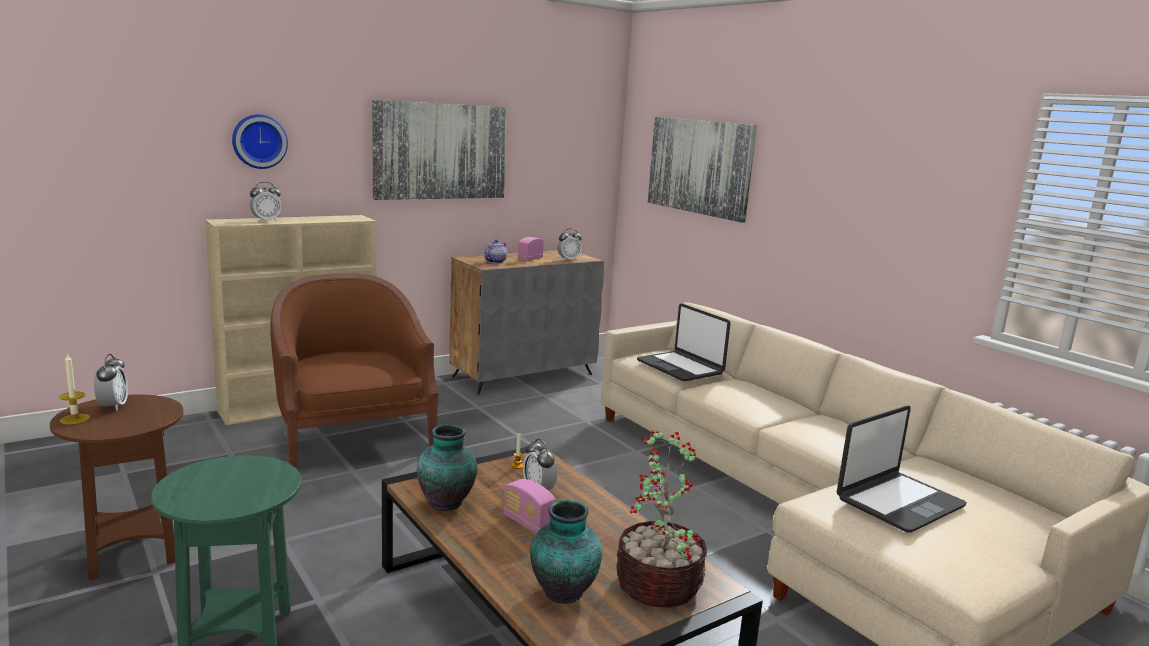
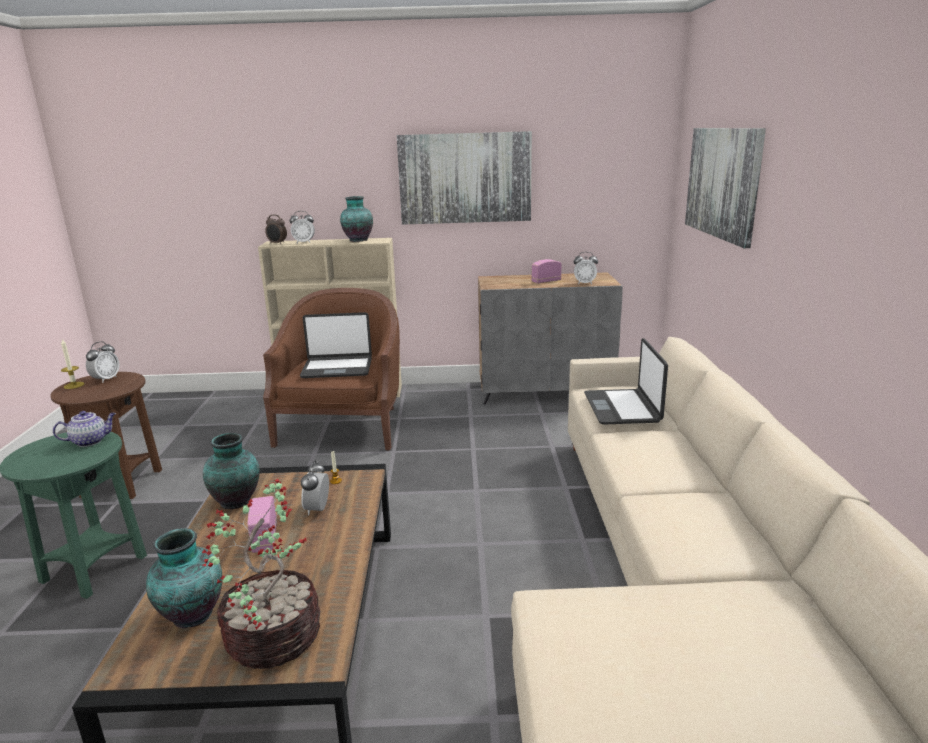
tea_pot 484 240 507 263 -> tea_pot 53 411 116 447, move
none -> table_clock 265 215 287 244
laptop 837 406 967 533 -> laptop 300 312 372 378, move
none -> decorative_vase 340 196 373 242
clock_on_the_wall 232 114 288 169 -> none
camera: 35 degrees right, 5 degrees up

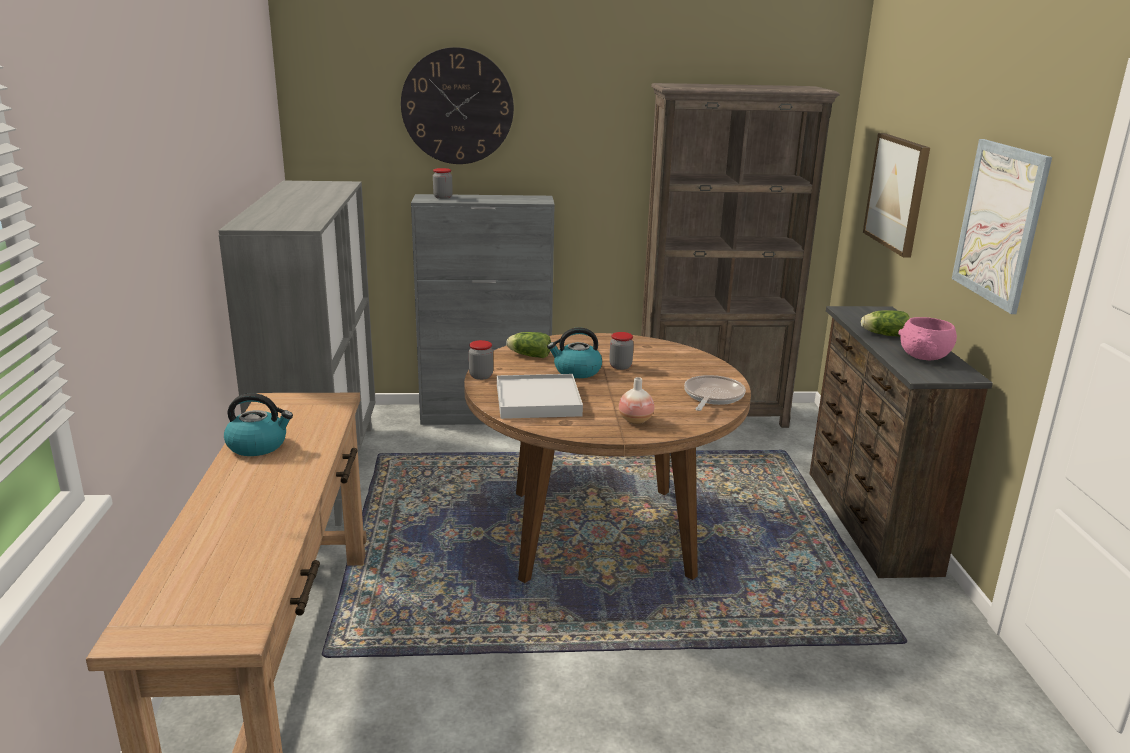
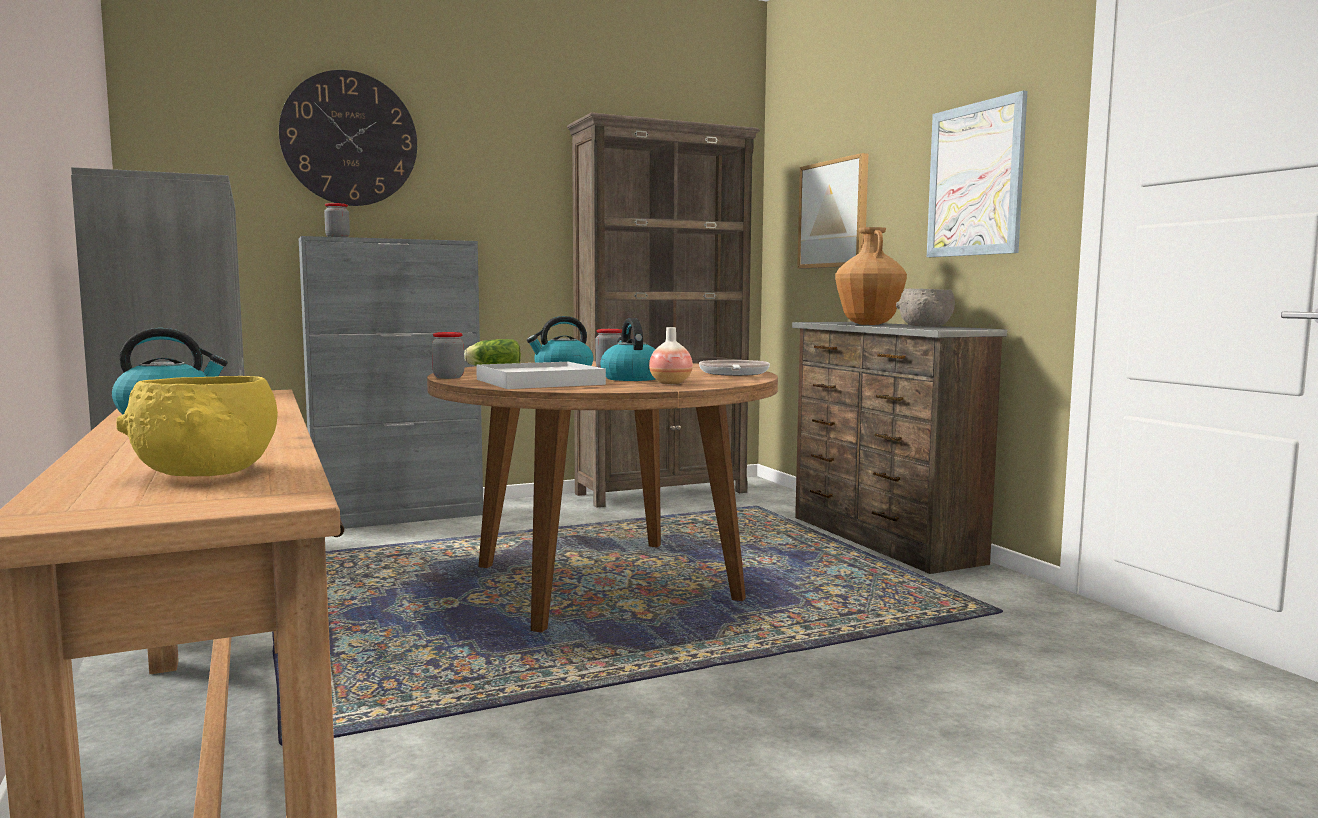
none -> yellow_deep_dish 116 376 278 476
none -> tea_kettle 600 318 655 381
lettuce_head 861 311 910 337 -> brownish_decorative_vase 835 227 907 325
pink-coloured_deep_dish 898 317 957 360 -> greyish_deep_dish 896 289 955 327
camera: 20 degrees left, 15 degrees down

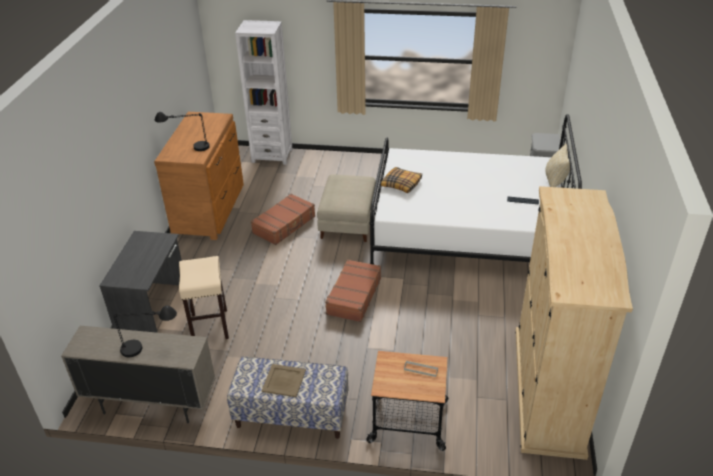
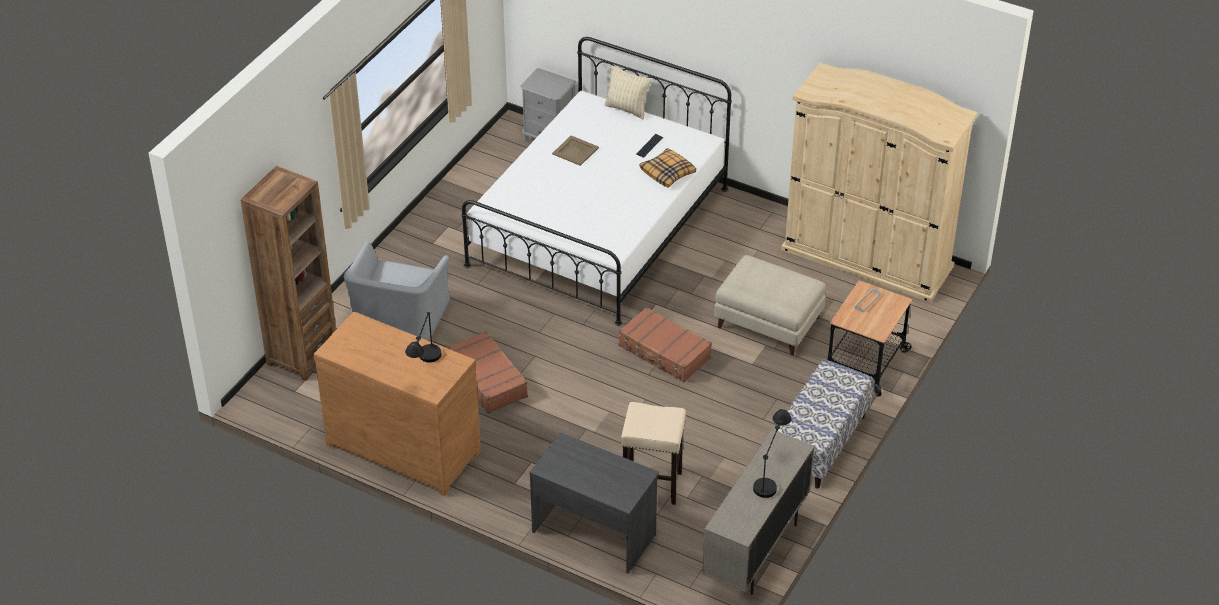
white_shelving_unit 235 20 292 165 -> brownish_shelving_unit 240 166 336 381
none -> greyish_easy_chair 344 241 450 341
beige_serving_tray 261 364 306 397 -> beige_serving_tray 552 136 599 166, move
pillow 381 167 422 193 -> pillow 640 148 696 188, move
beige_pouffe 317 175 376 242 -> beige_pouffe 714 255 826 356, move
camera: 70 degrees left, 5 degrees up

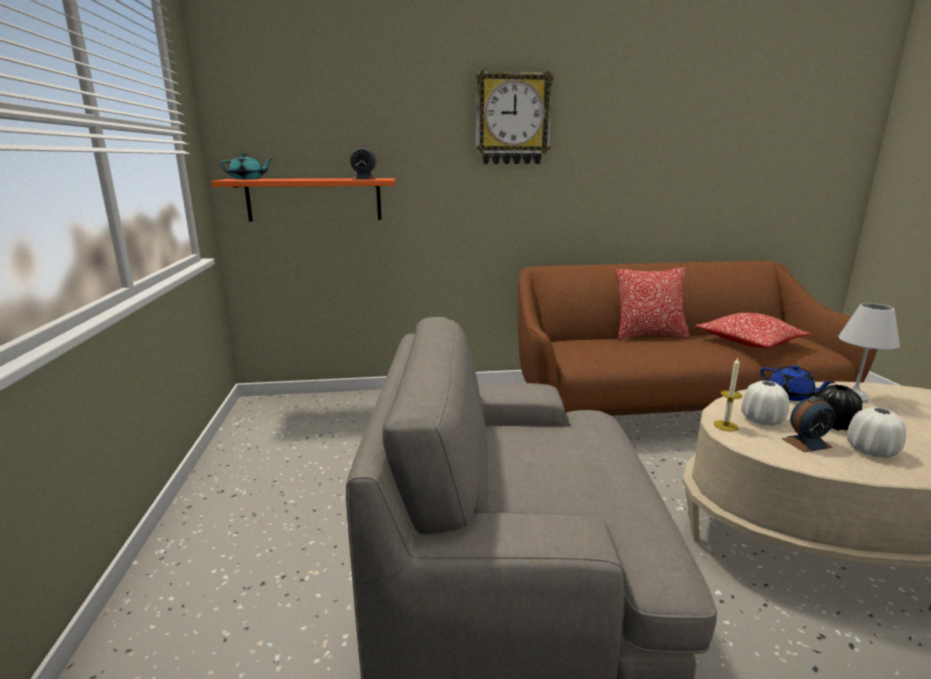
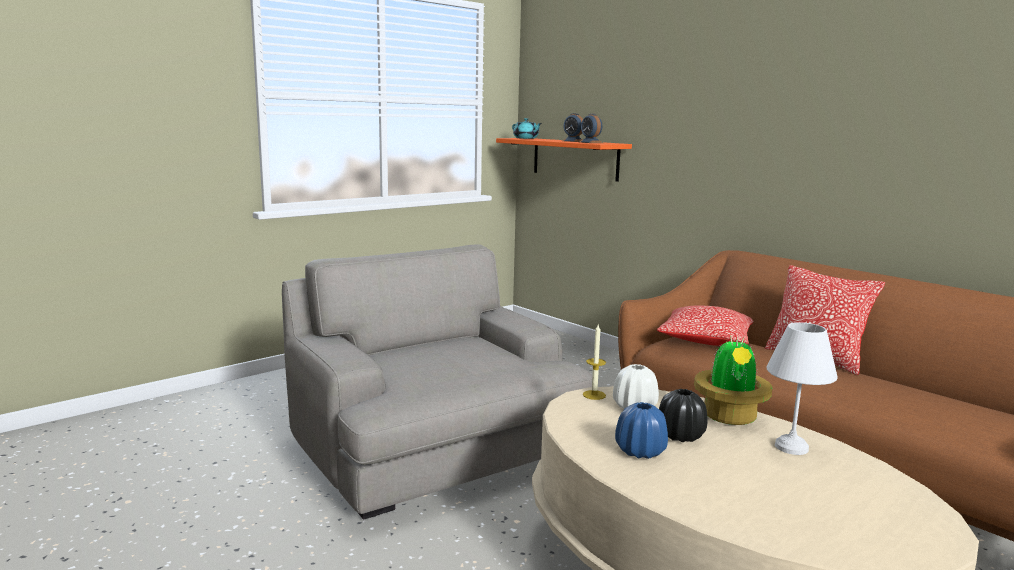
table_clock 782 397 836 452 -> table_clock 562 113 583 142, move
white_decorative_vase 847 407 906 458 -> bluish_decorative_vase 615 402 668 459
pillow 695 313 811 348 -> pillow 657 305 753 346, move
bluish_tea_pot 760 365 836 401 -> potted_plant 694 335 772 425
clock_on_the_wall 476 70 554 164 -> none
camera: 55 degrees right, 5 degrees down

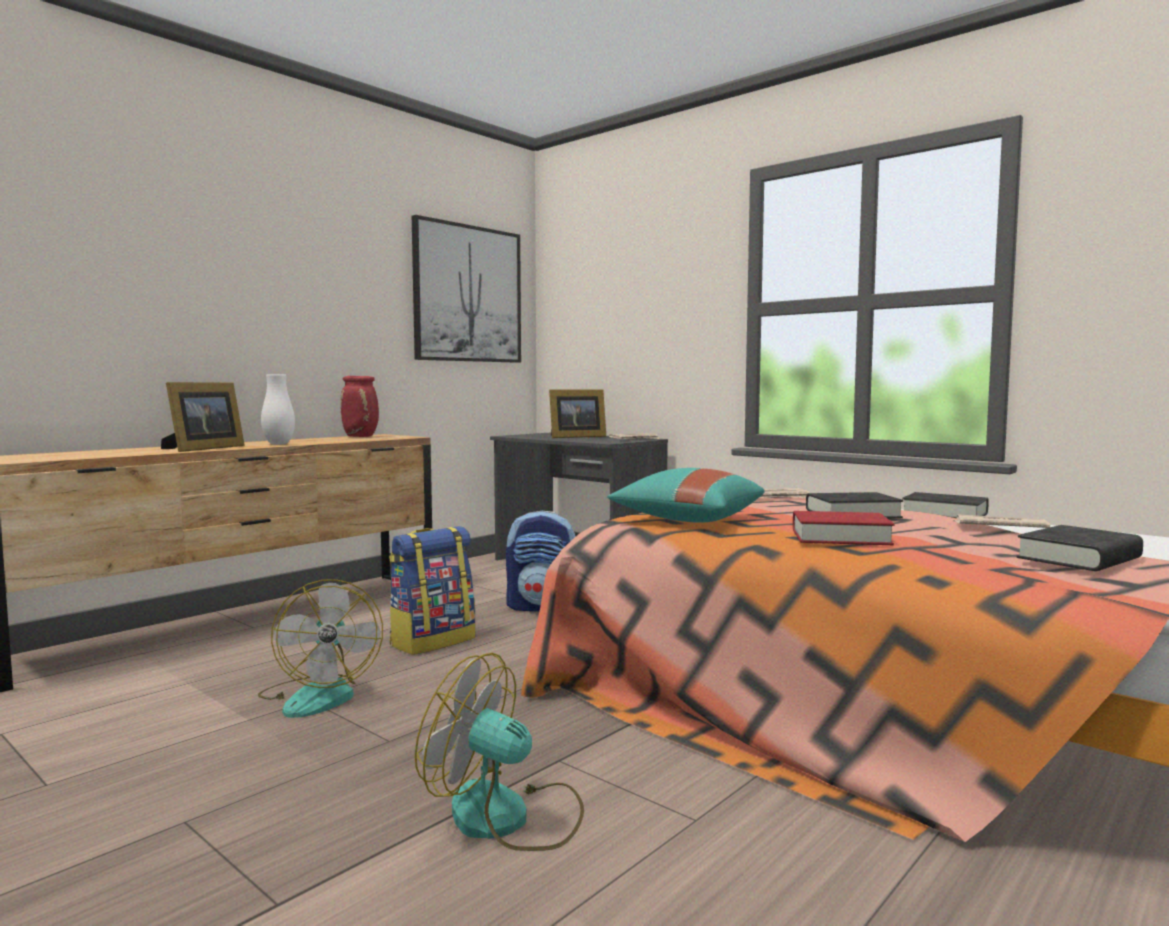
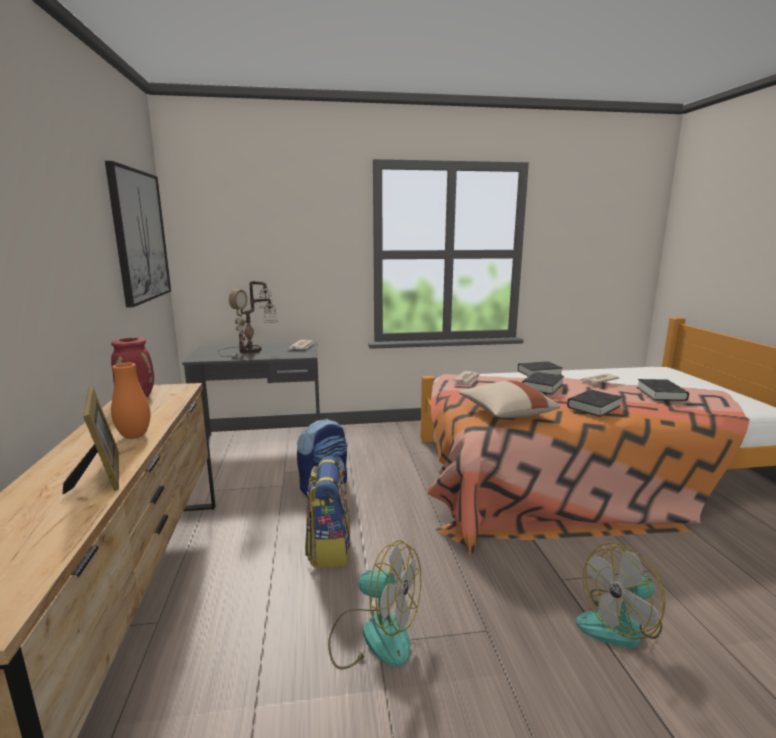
white_decorative_vase 261 374 295 445 -> orange-coloured_decorative_vase 111 363 151 439
picture_frame 549 389 606 438 -> table_lamp 218 281 278 358
blue-green_pillow 607 468 765 523 -> beige_pillow 459 381 560 418
red_book 793 511 895 545 -> blackish_book 567 389 622 417
camera: 50 degrees left, 10 degrees up

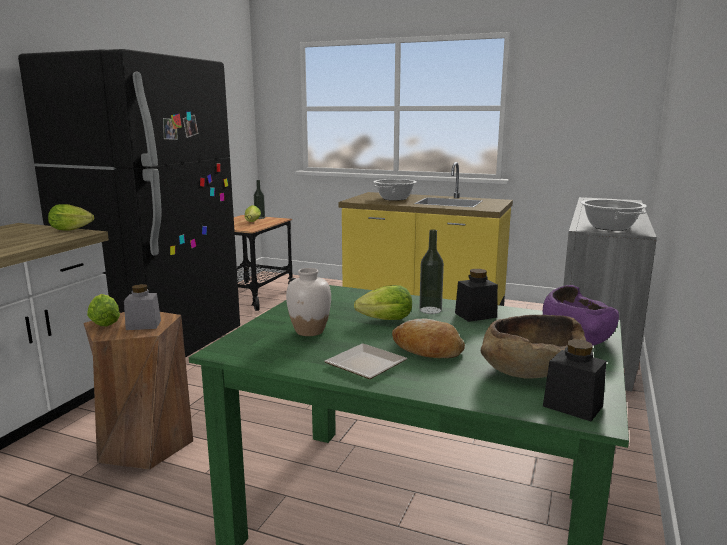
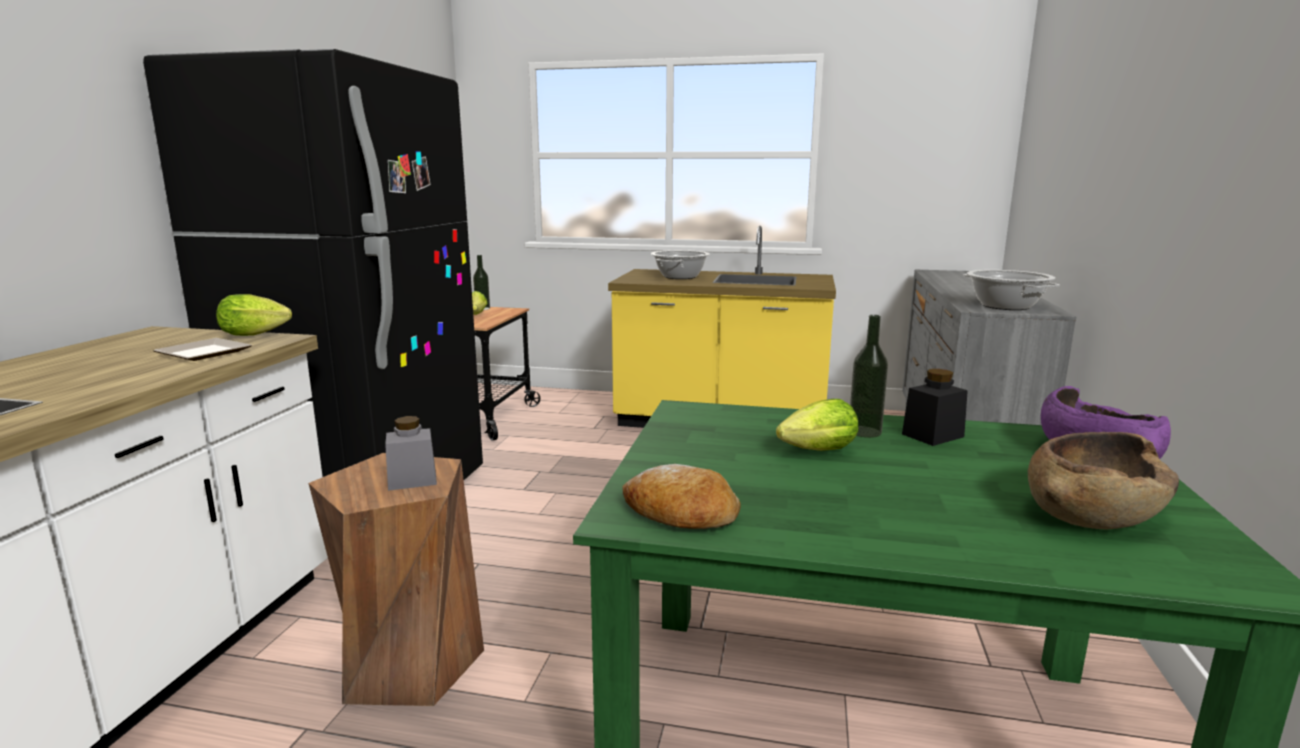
dinner_plate 324 343 407 379 -> dinner_plate 153 338 252 361, move
bread 392 318 465 358 -> bread 623 464 741 529, move
lettuce_head 87 294 120 326 -> none
white_decorative_vase 286 268 331 336 -> none
blackish_preserve_jar 543 339 606 421 -> none
camera: 10 degrees left, 0 degrees up

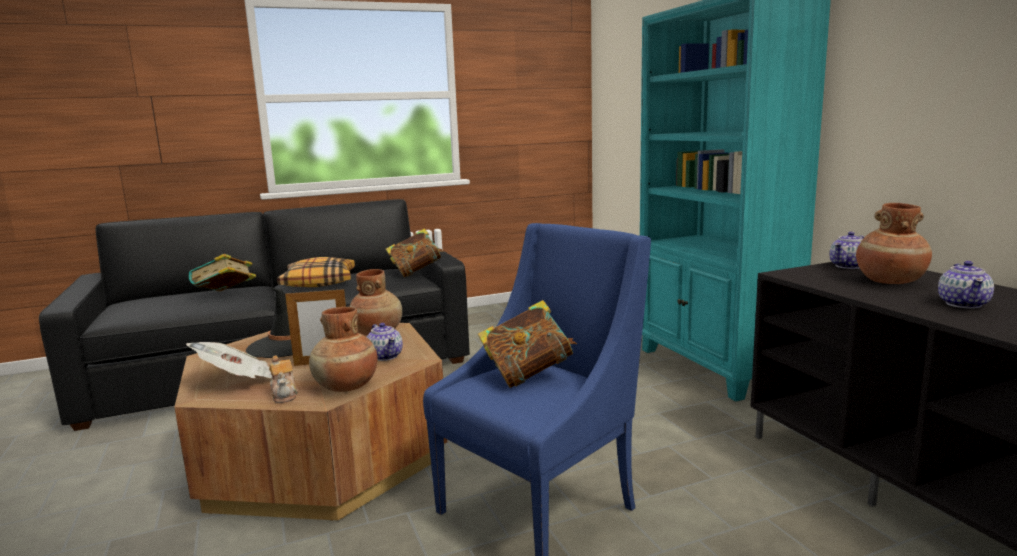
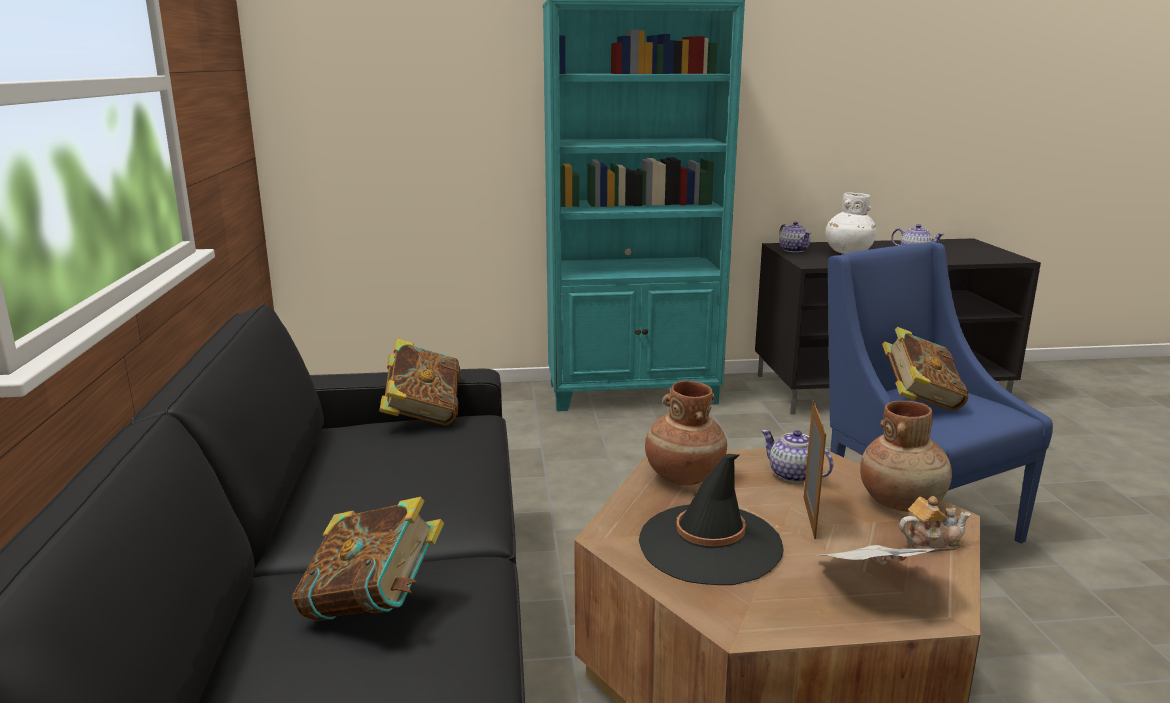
tea_pot 367 323 403 361 -> tea_pot 761 430 834 483, 120 degrees counterclockwise
brownish_decorative_vase 856 203 932 284 -> white_decorative_vase 825 192 876 254
pillow 277 257 355 288 -> none
camera: 75 degrees left, 5 degrees up

